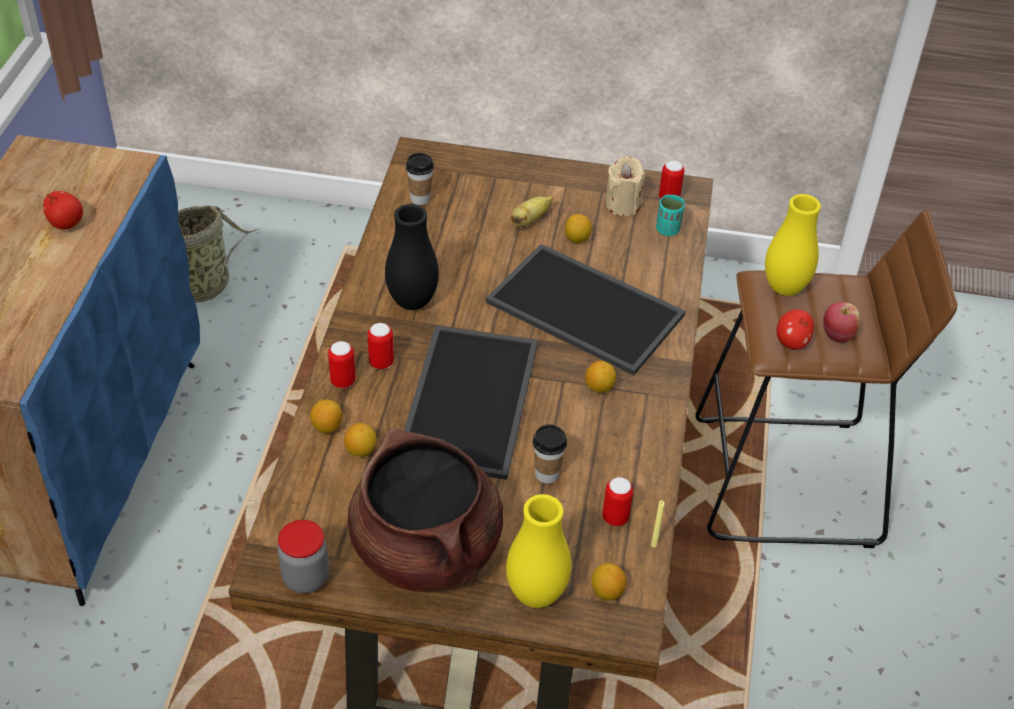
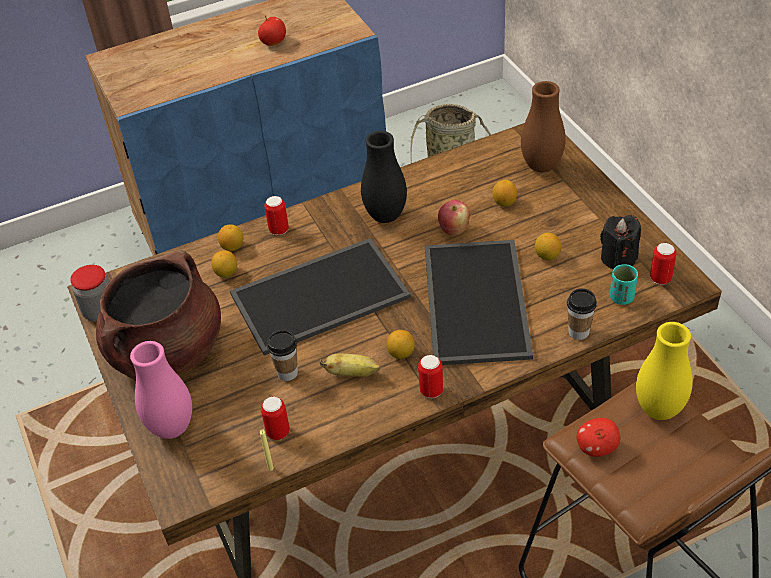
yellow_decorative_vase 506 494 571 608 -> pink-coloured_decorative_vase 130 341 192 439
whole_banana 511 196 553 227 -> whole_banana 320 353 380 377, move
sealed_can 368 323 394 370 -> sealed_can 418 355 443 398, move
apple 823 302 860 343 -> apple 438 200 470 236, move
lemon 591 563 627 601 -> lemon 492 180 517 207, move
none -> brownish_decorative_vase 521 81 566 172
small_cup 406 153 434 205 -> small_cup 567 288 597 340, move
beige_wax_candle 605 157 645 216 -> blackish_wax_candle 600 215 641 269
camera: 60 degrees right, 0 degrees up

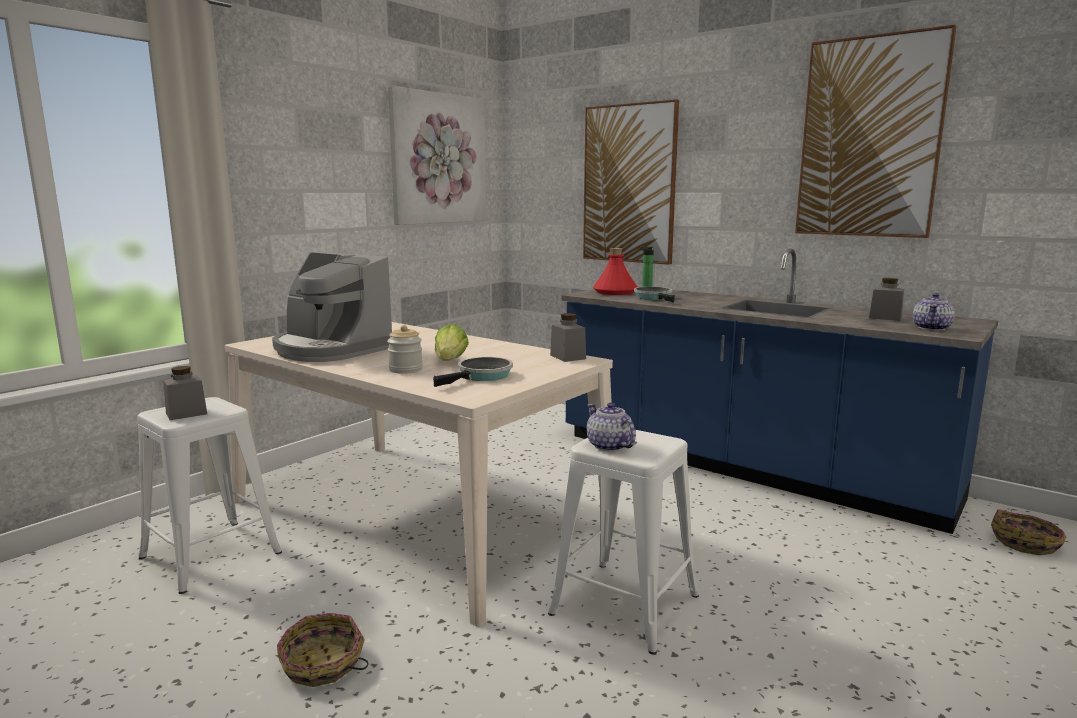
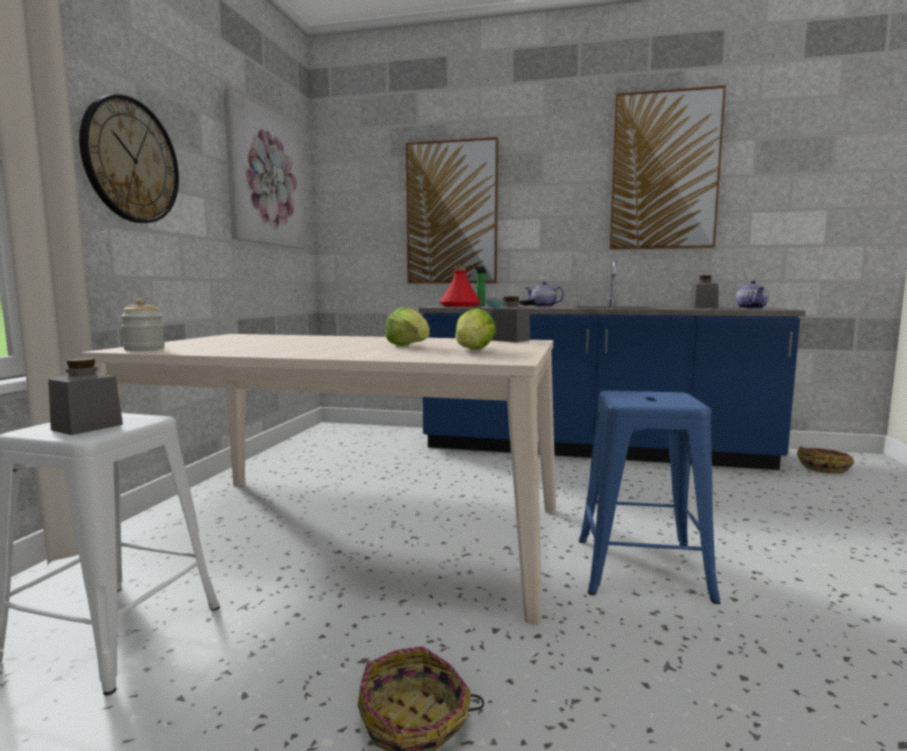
none -> clock_on_the_wall 79 94 179 223
preserve_jar 387 325 423 374 -> preserve_jar 120 299 165 351, move
frying_pan 433 357 513 387 -> lettuce_head 455 308 496 350
tea_pot 587 403 636 452 -> tea_pot 526 281 564 307, move
white_stool 548 430 699 654 -> bluish_stool 579 391 720 604
coffee_maker 272 252 392 362 -> none
camera: 25 degrees left, 5 degrees down

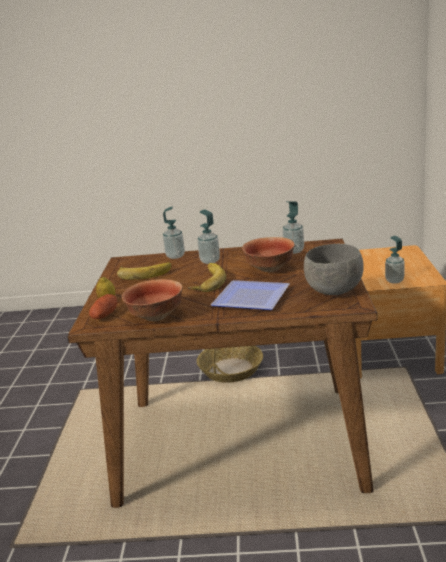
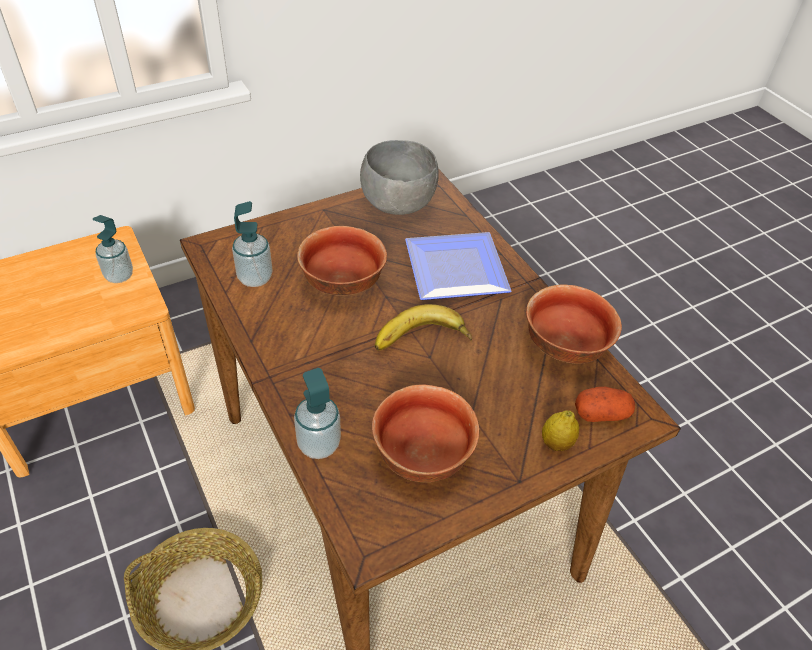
whole_banana 117 262 171 280 -> deep_dish 372 384 479 482
liquid_soap_bottle 197 209 220 264 -> none
camera: 125 degrees left, 25 degrees up

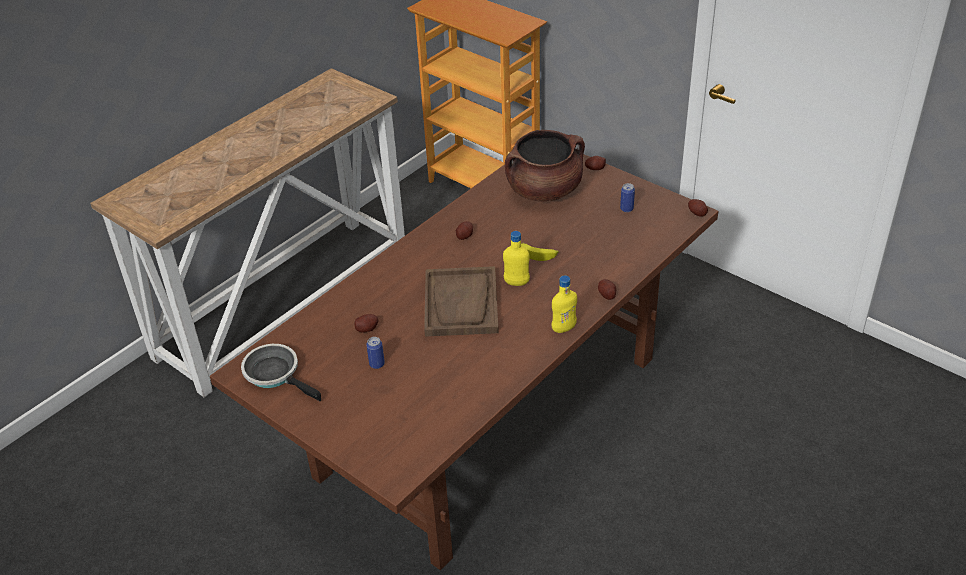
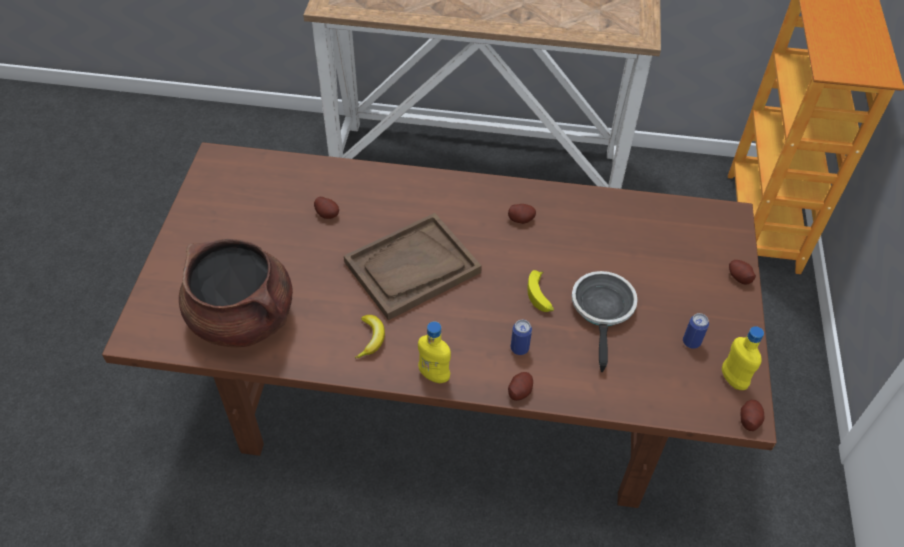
brownish_saucepot 505 130 585 202 -> brownish_saucepot 179 239 293 347, move
none -> whole_banana 355 315 385 358
sealed_can 366 337 385 369 -> sealed_can 511 320 532 355, move
frying_pan 241 344 321 402 -> frying_pan 572 271 638 372, move
yellow_drink_bottle 503 231 530 286 -> yellow_drink_bottle 722 326 764 390, move
camera: 55 degrees right, 10 degrees up

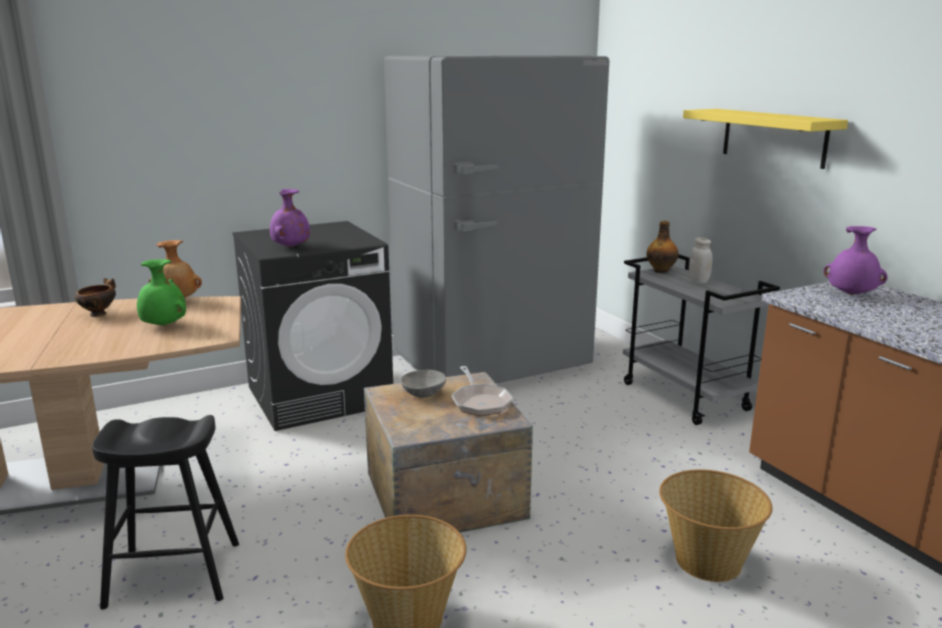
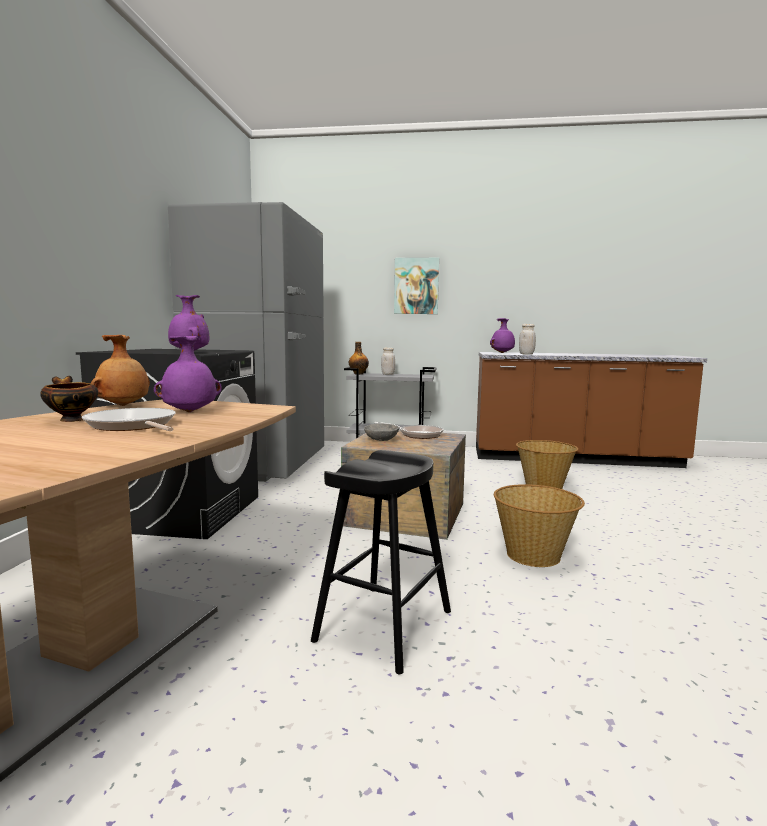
none -> frying_pan 82 408 176 431
greenish_decorative_vase 137 259 186 326 -> purple-coloured_decorative_vase 154 336 222 412
yellow_wall_shelf 683 109 848 169 -> wall_art 394 258 439 314
none -> white_preserve_jar 519 324 536 355
camera: 55 degrees left, 10 degrees down

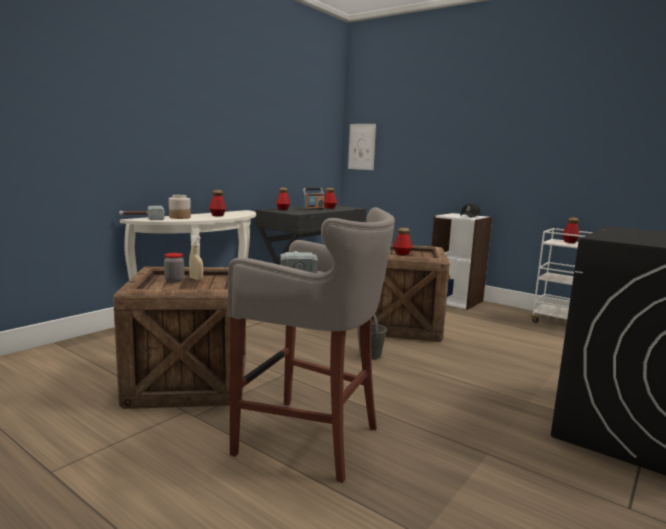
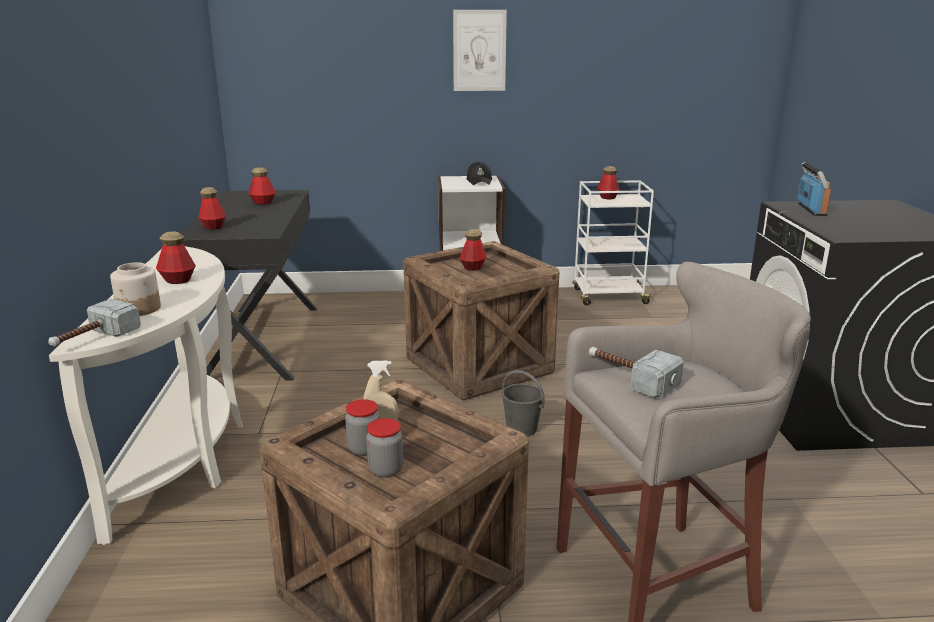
none -> preserve_jar 366 418 403 478
wall_art 348 124 376 170 -> wall_art 453 10 507 91, move
radio 303 188 325 210 -> radio 797 162 831 216, move
camera: 40 degrees left, 10 degrees up

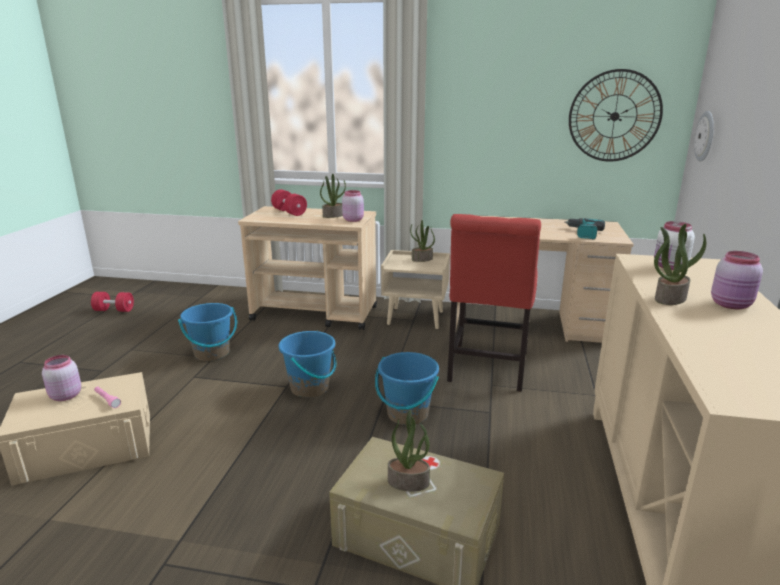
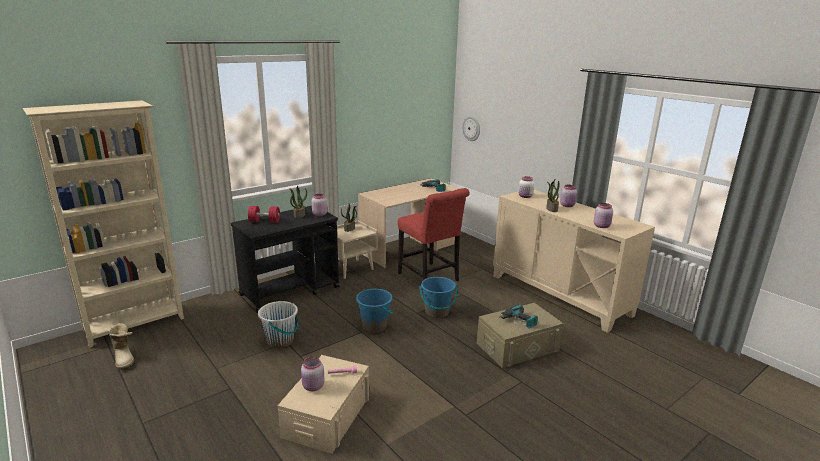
none -> beige_shelving_unit 23 100 184 348
red_free_weight 91 292 134 312 -> high-top_boot 109 323 134 370
beige_cart 238 206 377 330 -> blackish_cart 231 206 340 313
bluish_water_bucket 178 303 237 361 -> white_water_bucket 258 301 299 348
potted_plant 388 410 430 492 -> power_drill 500 304 538 329
none -> pink-coloured_preserve_jar 594 203 613 228
clock_on_the_wall 569 69 663 162 -> none
camera: 50 degrees left, 0 degrees up

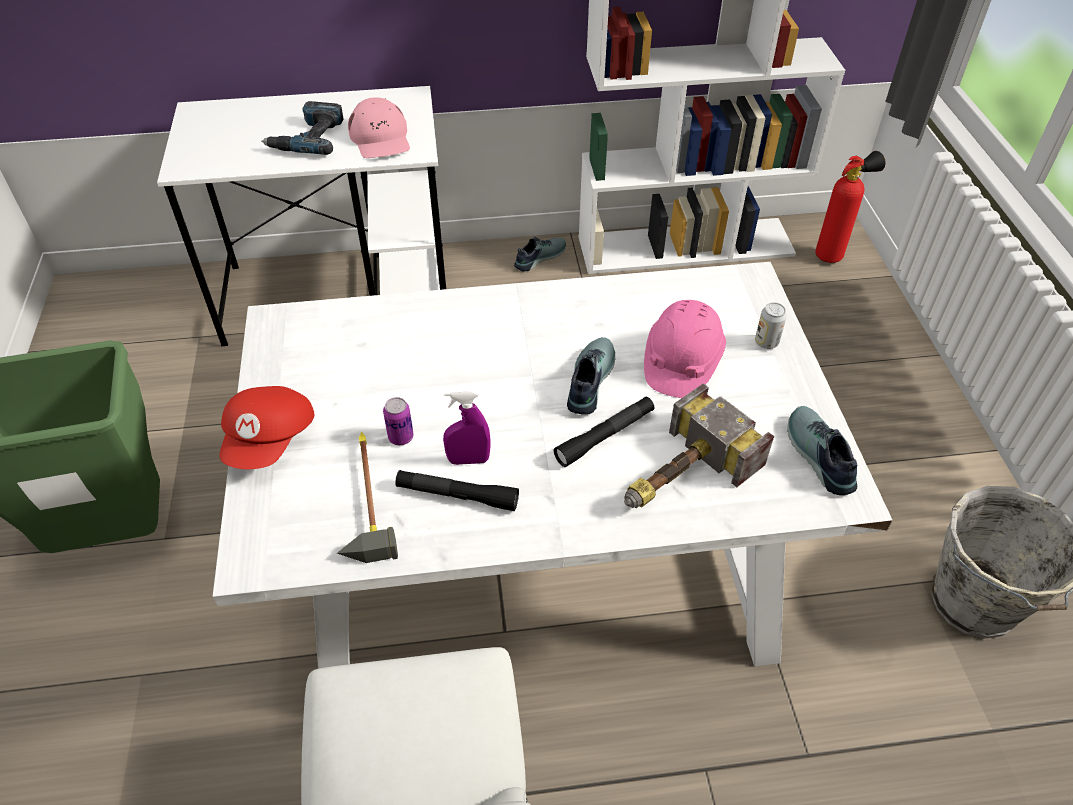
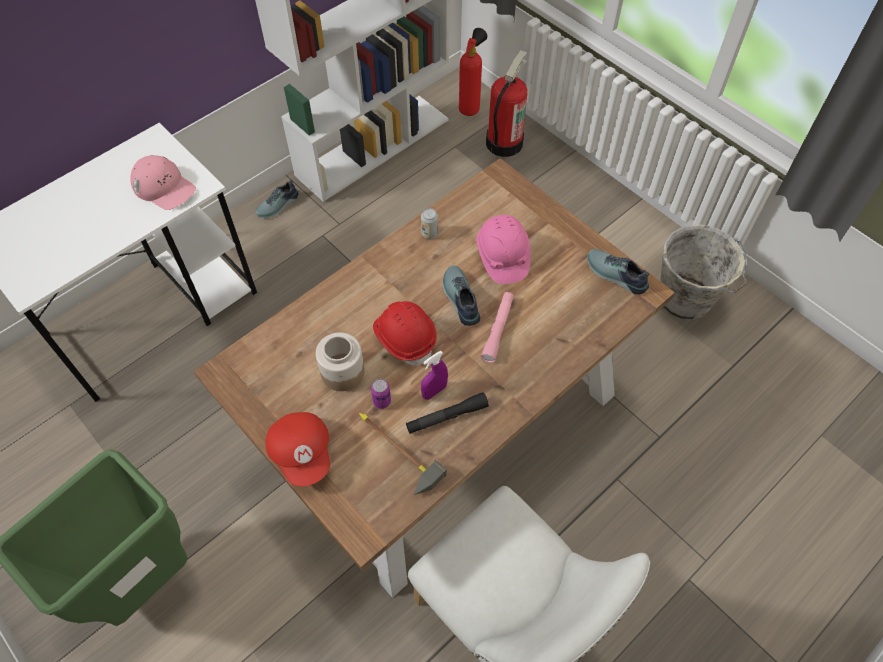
white_dining_table 213 262 893 669 -> brownish_dining_table 193 158 675 598
item_of_footwear 514 237 566 271 -> item_of_footwear 255 180 298 218, 150 degrees counterclockwise
none -> preserve_jar 316 332 365 391
none -> red_work_helmet 373 301 437 366
sealed_can 755 302 787 349 -> sealed_can 421 208 438 239, move
blackish_hand_torch 554 397 654 467 -> pink-coloured_hand_torch 481 292 514 363
none -> fire-fighting_cylinder 486 50 528 157
power_drill 261 101 344 155 -> none
tool_hammer 624 383 774 508 -> none
camera: 35 degrees left, 10 degrees up

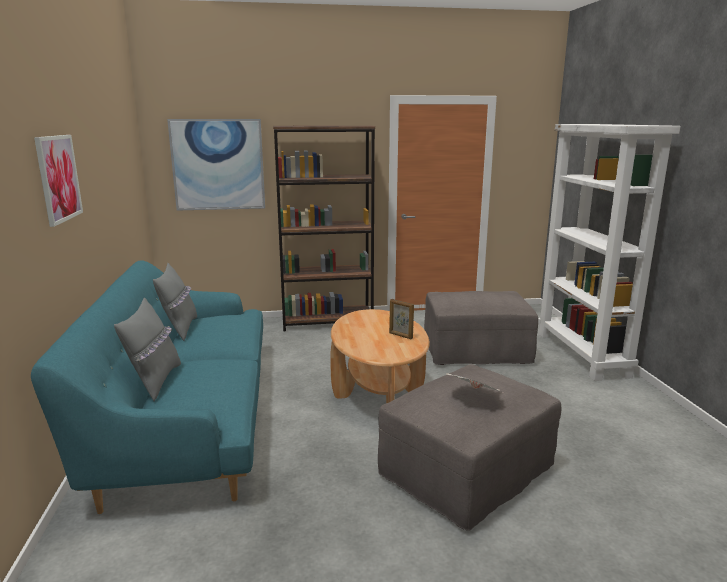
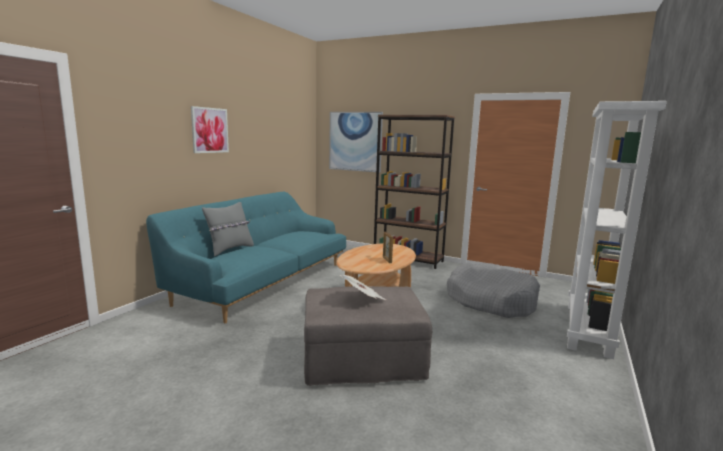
greyish_pouffe 424 291 538 365 -> greyish_pet_bed 447 263 540 318
greyish_pillow 153 263 197 341 -> none
camera: 35 degrees right, 5 degrees down

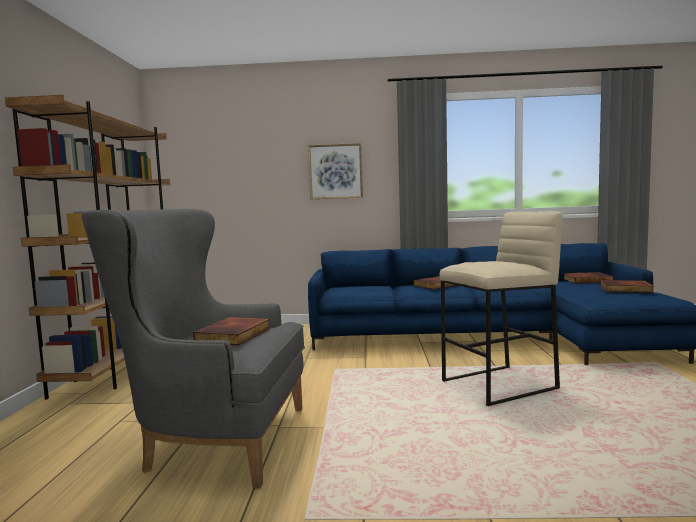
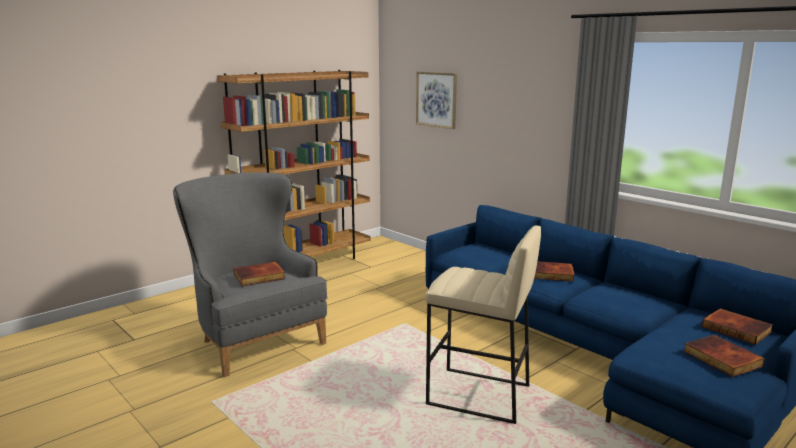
wall_art 308 143 363 200 -> wall_art 416 72 457 129, move
camera: 45 degrees right, 10 degrees up

